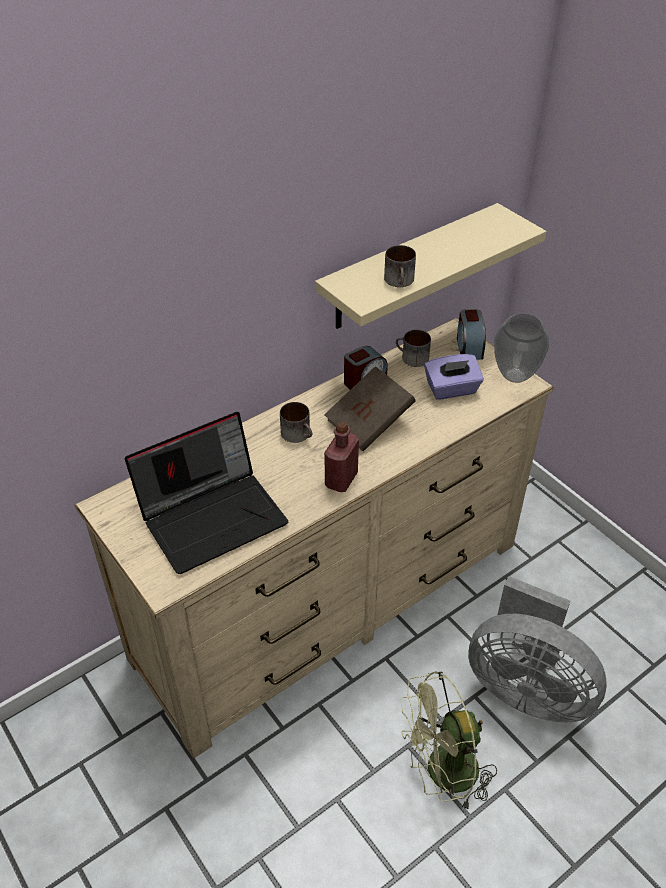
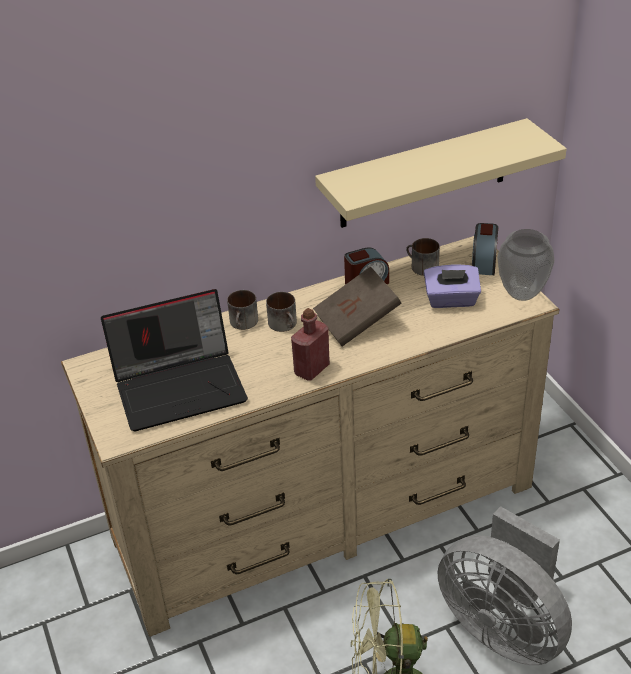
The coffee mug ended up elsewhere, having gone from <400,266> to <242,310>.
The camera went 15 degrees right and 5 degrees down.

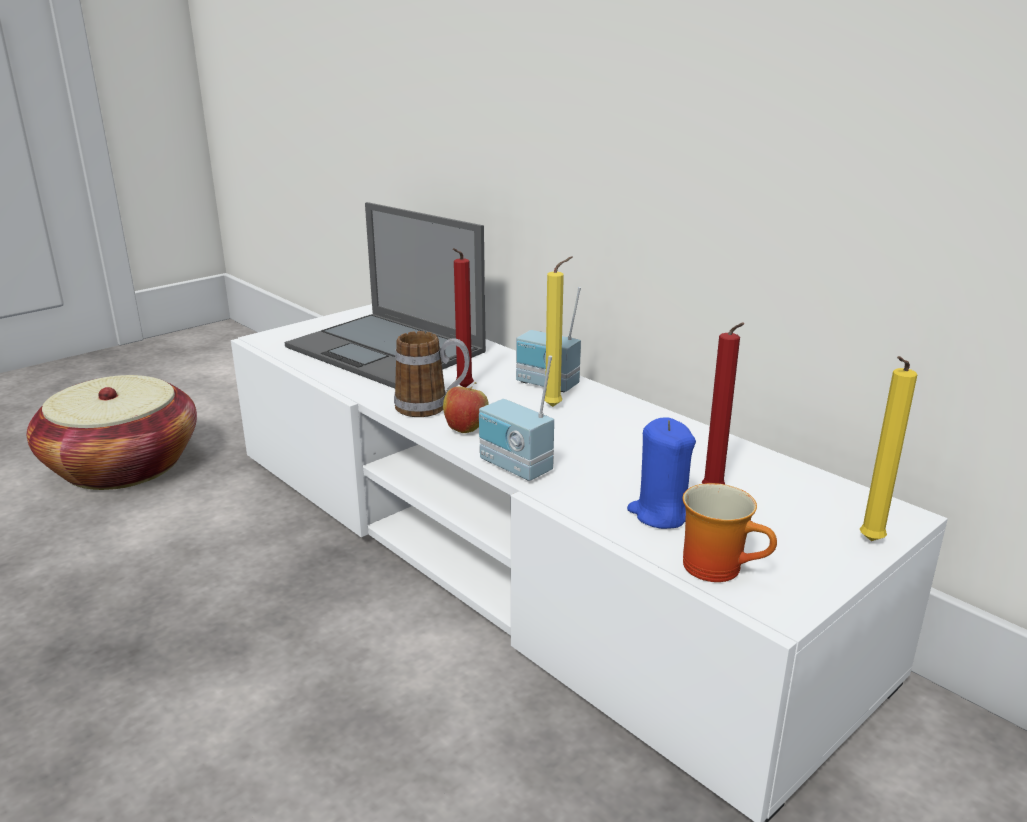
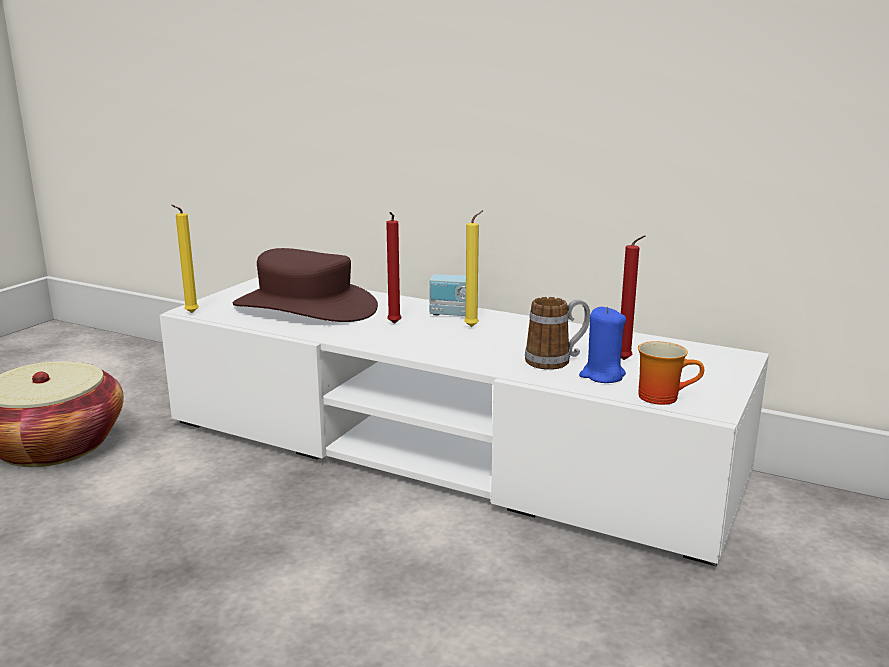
The yellow candle ended up elsewhere, having gone from <888,448> to <185,259>.
Where the laptop stood at <385,295>, the brown-coloured wearable hat came to stand at <305,285>.
The coffee mug ended up elsewhere, having gone from <432,374> to <557,333>.
The second view lost the apple fruit at <465,407>.
The second view lost the radio set at <516,418>.
The camera went 20 degrees left and 5 degrees down.

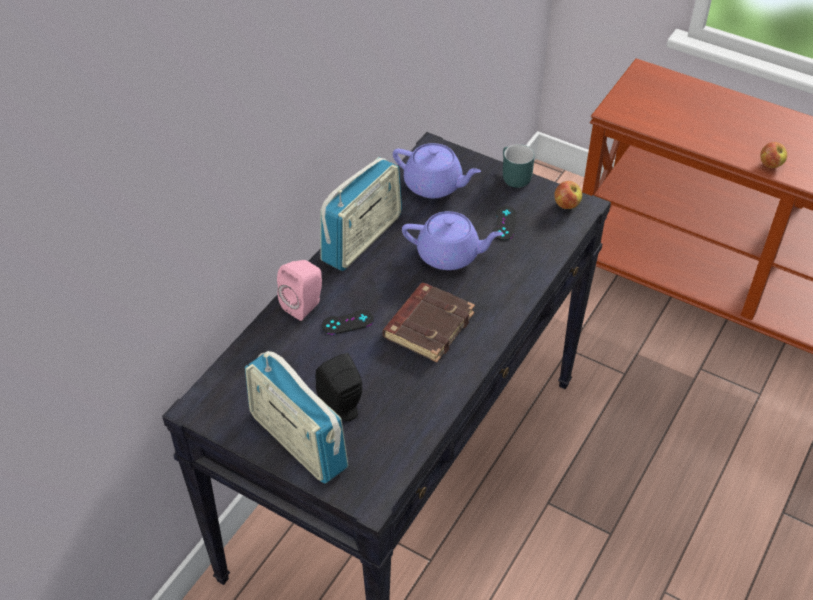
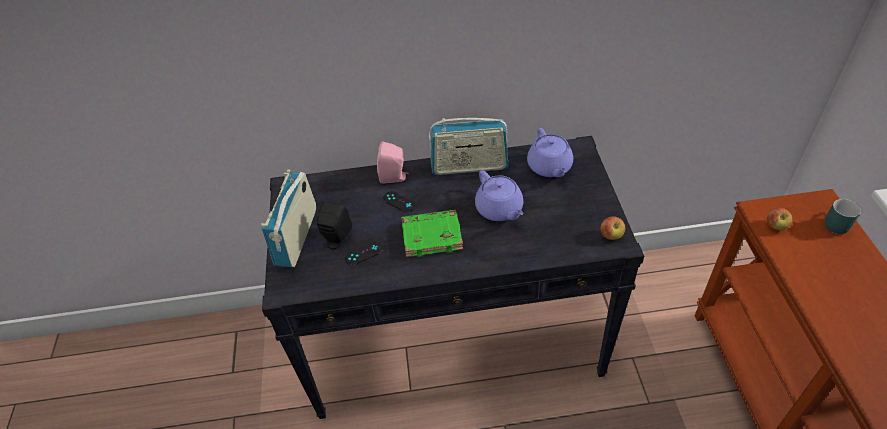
The black gamepad ended up elsewhere, having gone from <505,223> to <364,253>.
What was the brown-coloured book at <429,322> turned into the green-coloured book at <432,233>.
The apple fruit ended up elsewhere, having gone from <773,155> to <779,219>.
The blue-green coffee mug ended up elsewhere, having gone from <519,166> to <843,216>.
The camera went 55 degrees right and 0 degrees up.

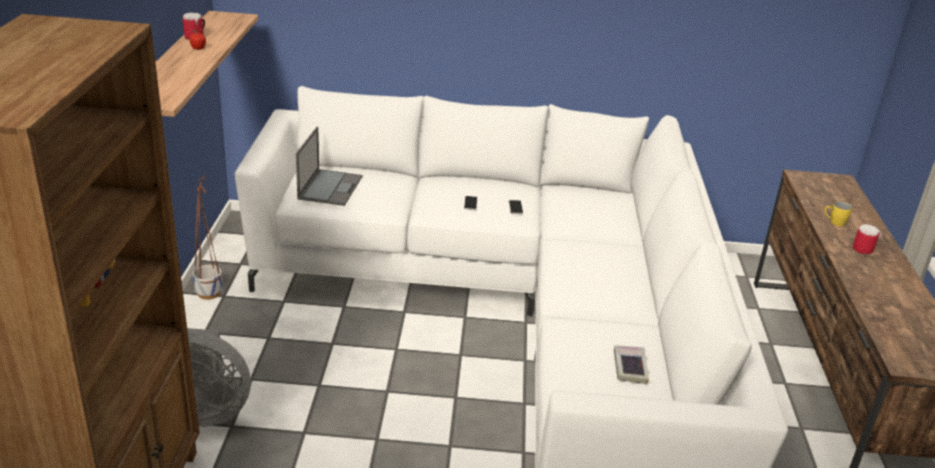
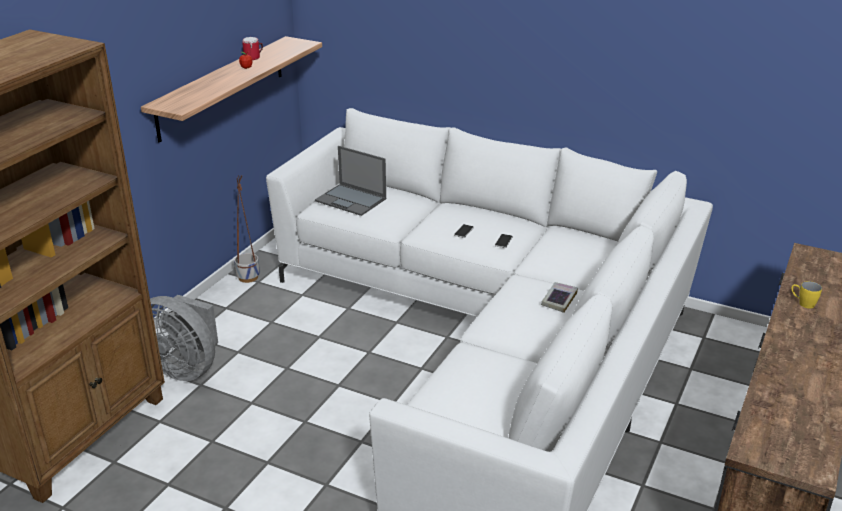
The laptop at <329,166> ended up facing another way, 90 degrees clockwise from before.
The book ended up elsewhere, having gone from <631,364> to <559,297>.
The second view lost the coffee mug at <867,239>.
The camera went 25 degrees right and 0 degrees up.

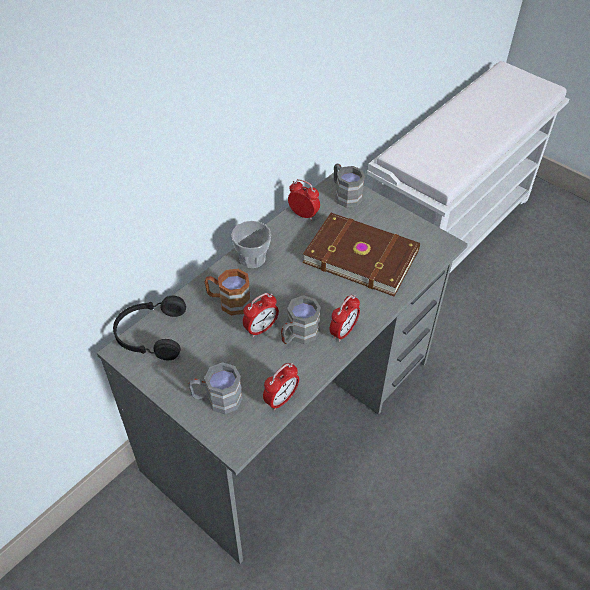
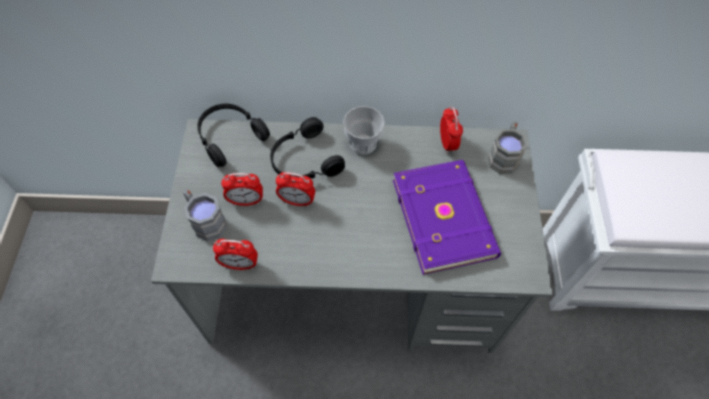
The table clock ended up elsewhere, having gone from <344,318> to <242,189>.
Where the brown-coloured coffee mug stood at <227,292>, the black pair of headphones came to stand at <307,147>.
What was the brown-coloured book at <361,255> turned into the purplish book at <447,217>.
The second view lost the grey coffee mug at <301,319>.
The camera went 50 degrees right and 10 degrees up.

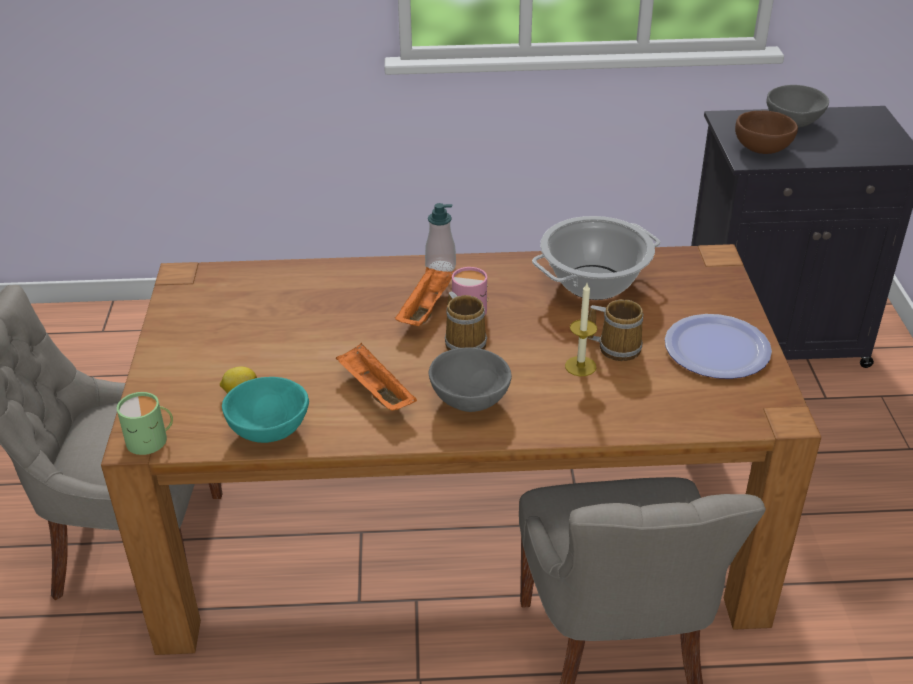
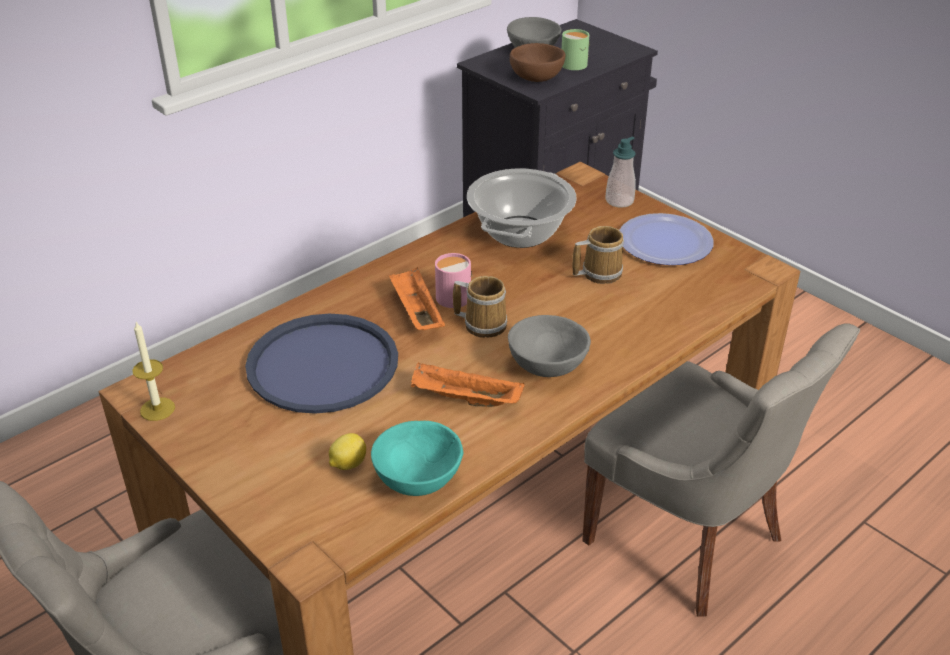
The candle ended up elsewhere, having gone from <581,329> to <153,371>.
The second view gained the bluish tray at <321,364>.
The green-coloured coffee mug ended up elsewhere, having gone from <145,423> to <576,49>.
The soap bottle ended up elsewhere, having gone from <440,237> to <620,172>.
The camera went 40 degrees left and 0 degrees up.

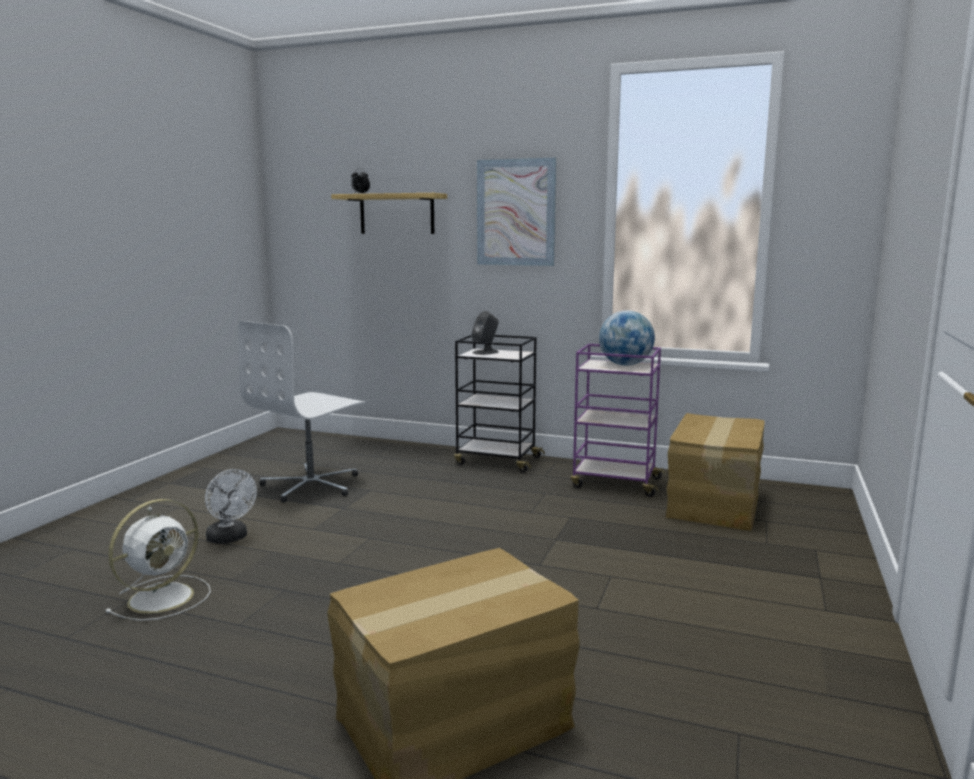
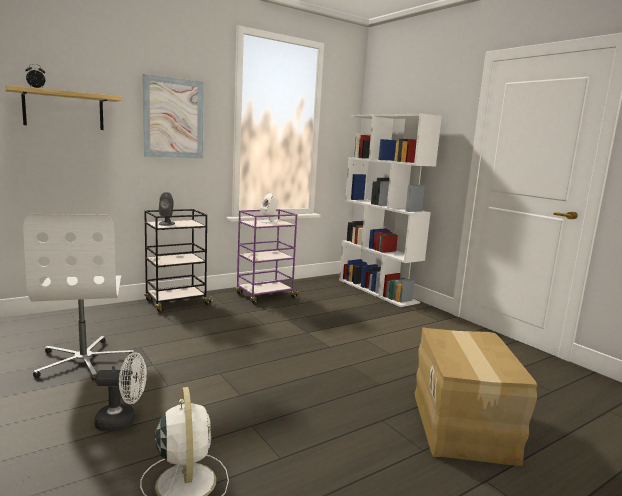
Where the globe stood at <627,338>, the white audio speaker came to stand at <269,208>.
The second view gained the white bookcase at <390,210>.
The second view lost the cardboard box at <715,472>.
The camera went 55 degrees left and 0 degrees up.

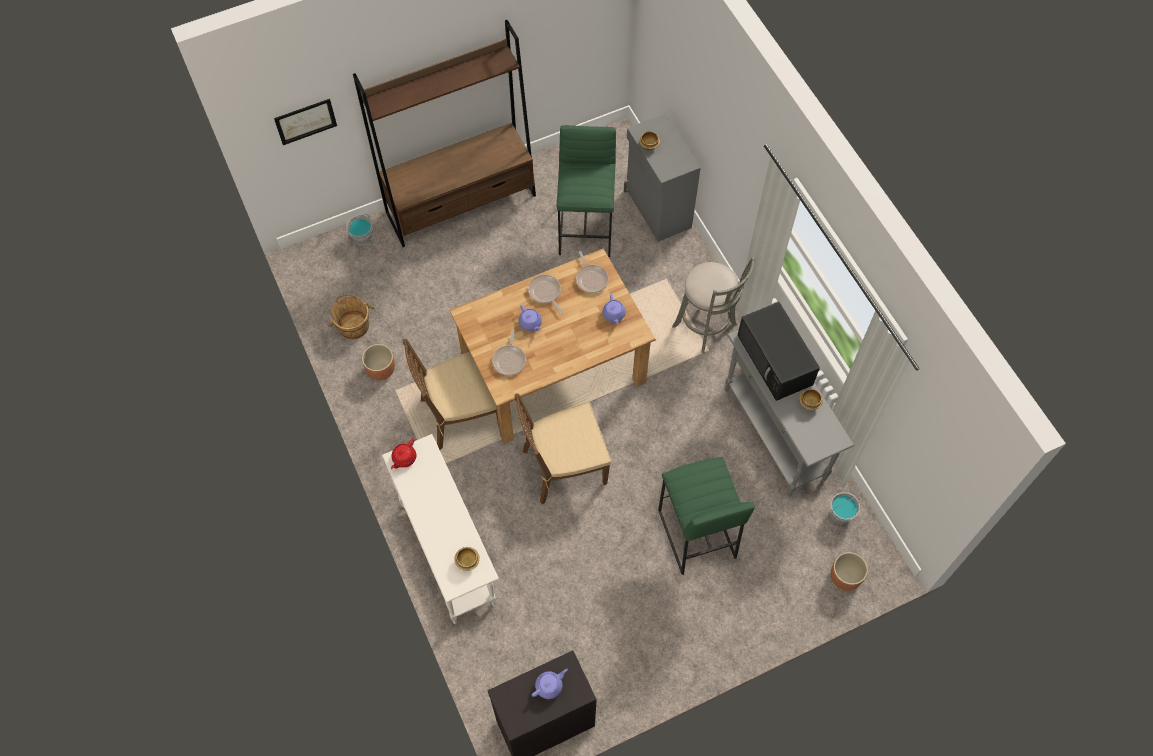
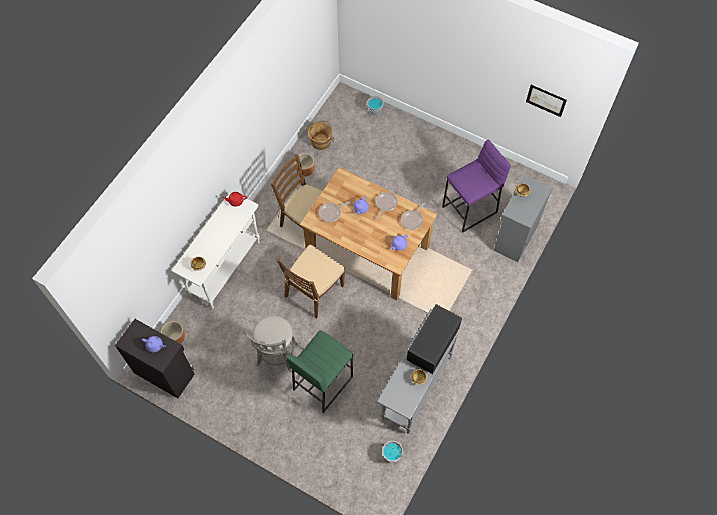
The brown-coloured planter ended up elsewhere, having gone from <849,571> to <173,332>.
The grey sitting stool ended up elsewhere, having gone from <713,305> to <272,344>.
The brown-coloured plain chair at <563,449> ended up facing another way, 90 degrees counterclockwise from before.
What was the green-coloured sitting stool at <586,191> turned into the purplish sitting stool at <476,186>.
The wall art ended up elsewhere, having gone from <305,122> to <546,101>.
The second view lost the brown-coloured bookcase at <444,133>.
The camera went 55 degrees right and 0 degrees up.

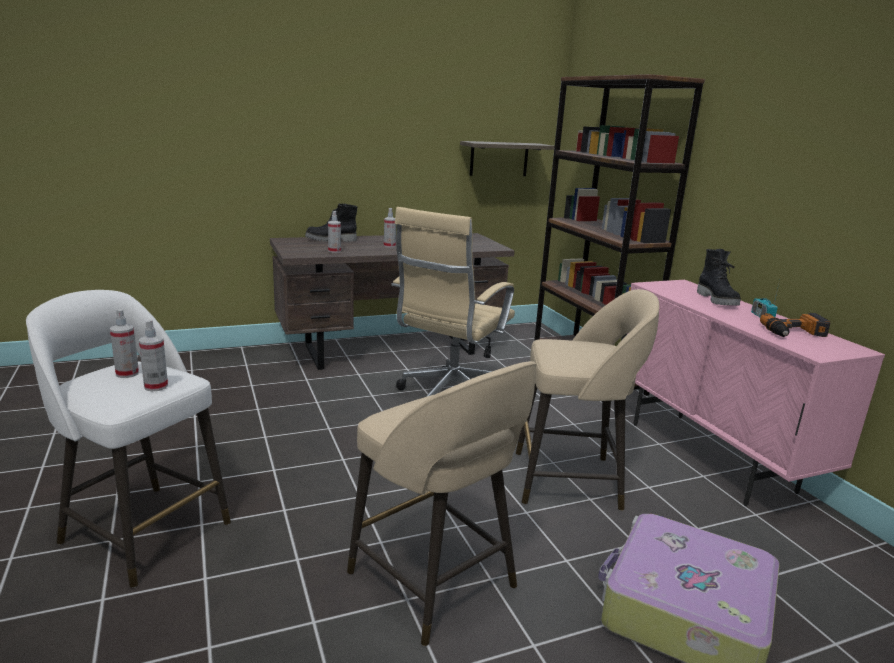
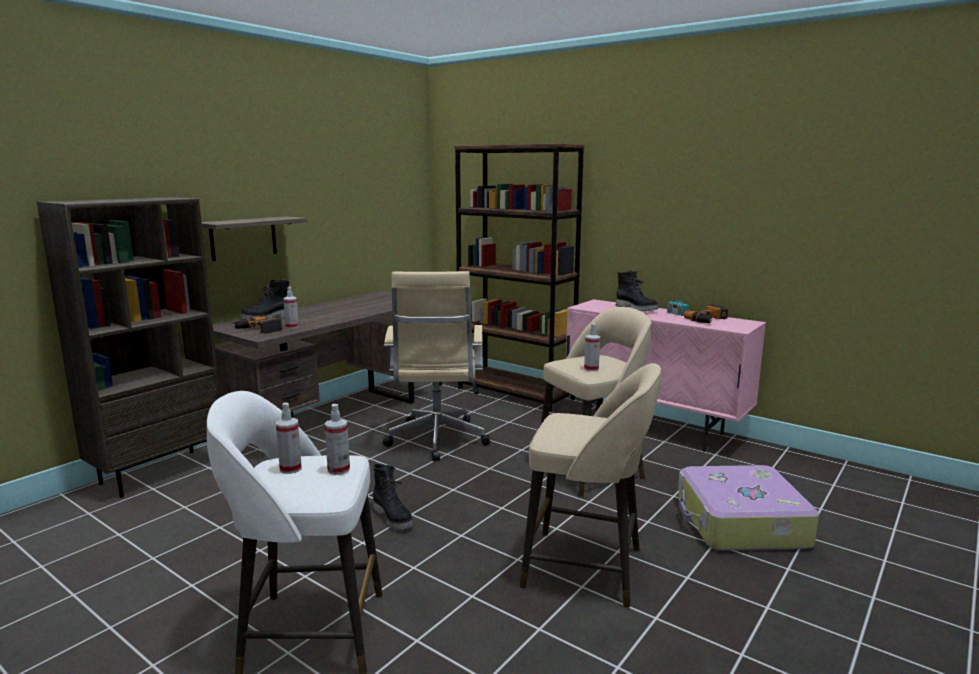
The second view gained the brown-coloured bookcase at <128,347>.
The shelf ended up elsewhere, having gone from <507,158> to <254,238>.
The second view gained the power drill at <257,325>.
The second view gained the black tall boot at <392,497>.
The hand sprayer ended up elsewhere, having gone from <390,228> to <592,347>.
The camera went 30 degrees left and 5 degrees down.

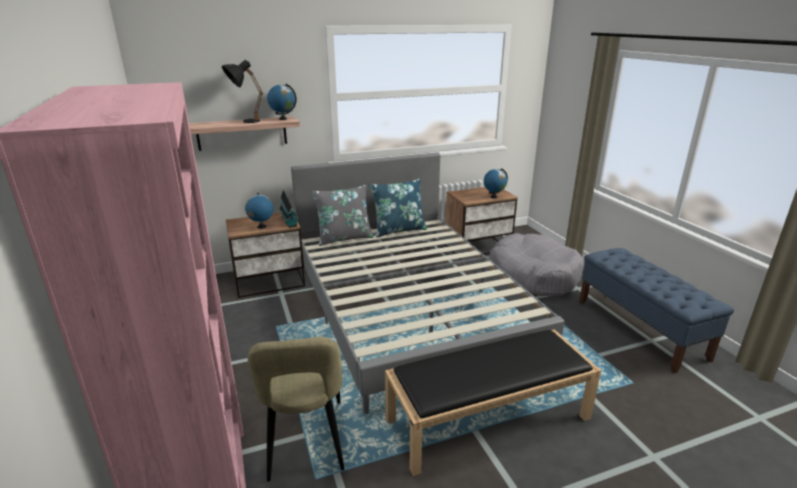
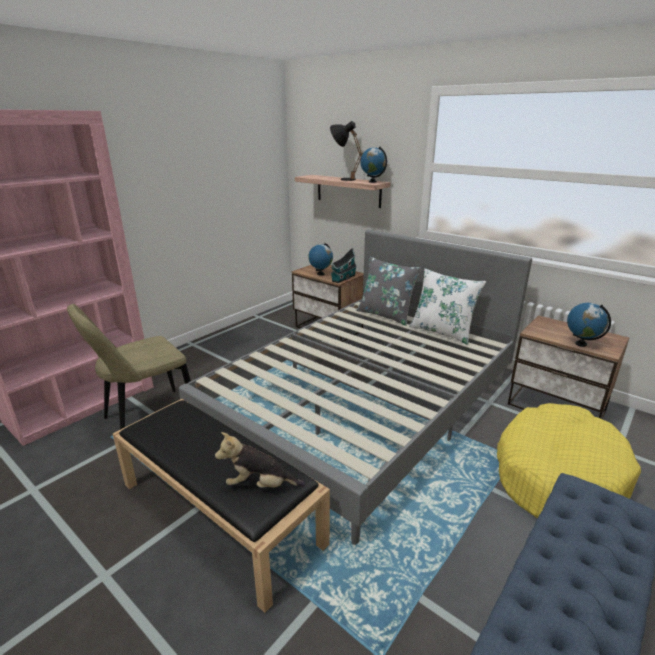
The second view gained the soft toy at <260,460>.
What was the bluish pillow at <398,207> turned into the white pillow at <447,306>.
What was the grey dog bed at <536,264> turned into the yellow dog bed at <569,460>.
The camera went 60 degrees right and 0 degrees up.

